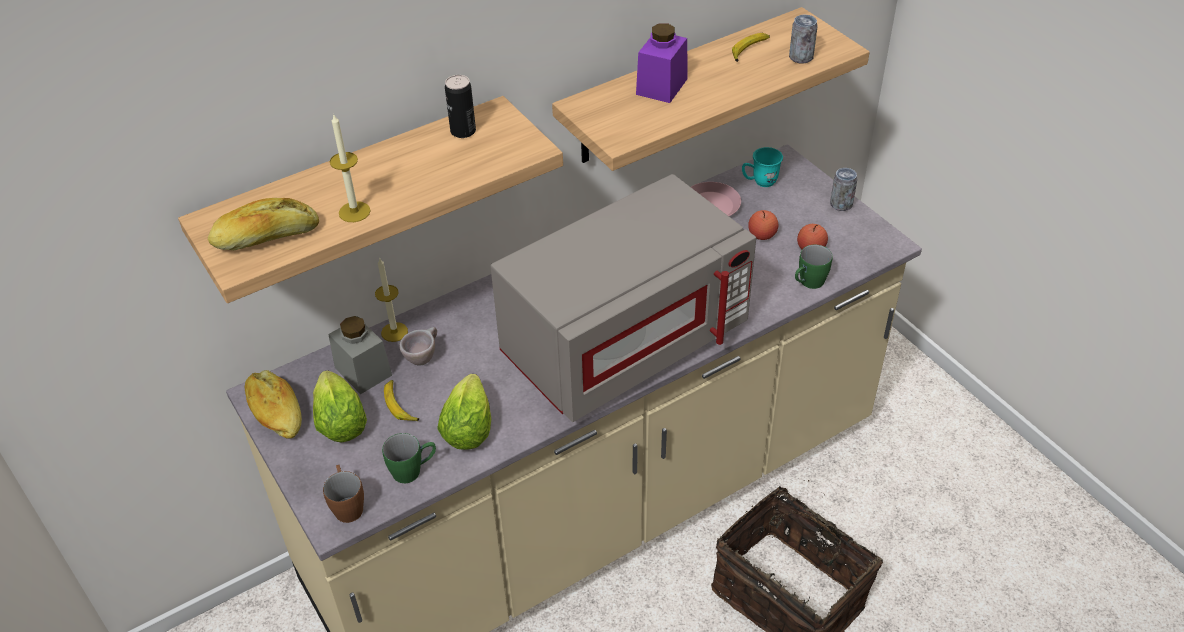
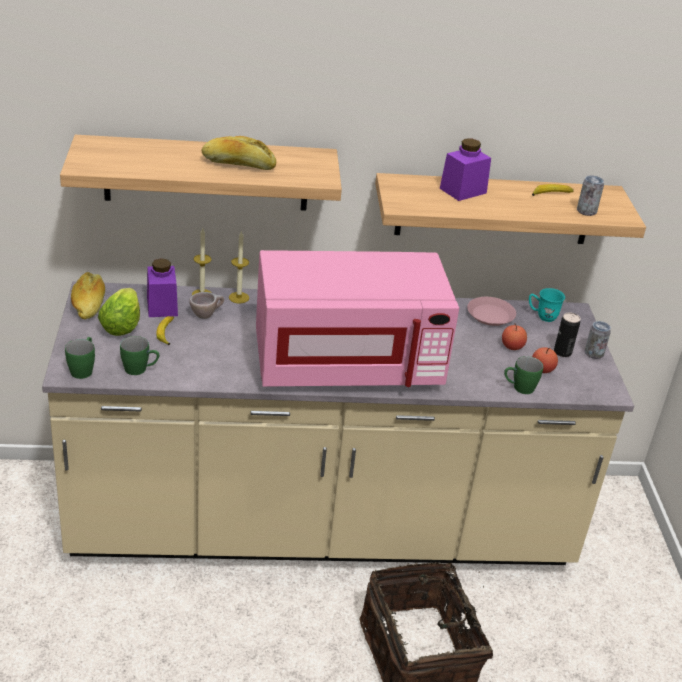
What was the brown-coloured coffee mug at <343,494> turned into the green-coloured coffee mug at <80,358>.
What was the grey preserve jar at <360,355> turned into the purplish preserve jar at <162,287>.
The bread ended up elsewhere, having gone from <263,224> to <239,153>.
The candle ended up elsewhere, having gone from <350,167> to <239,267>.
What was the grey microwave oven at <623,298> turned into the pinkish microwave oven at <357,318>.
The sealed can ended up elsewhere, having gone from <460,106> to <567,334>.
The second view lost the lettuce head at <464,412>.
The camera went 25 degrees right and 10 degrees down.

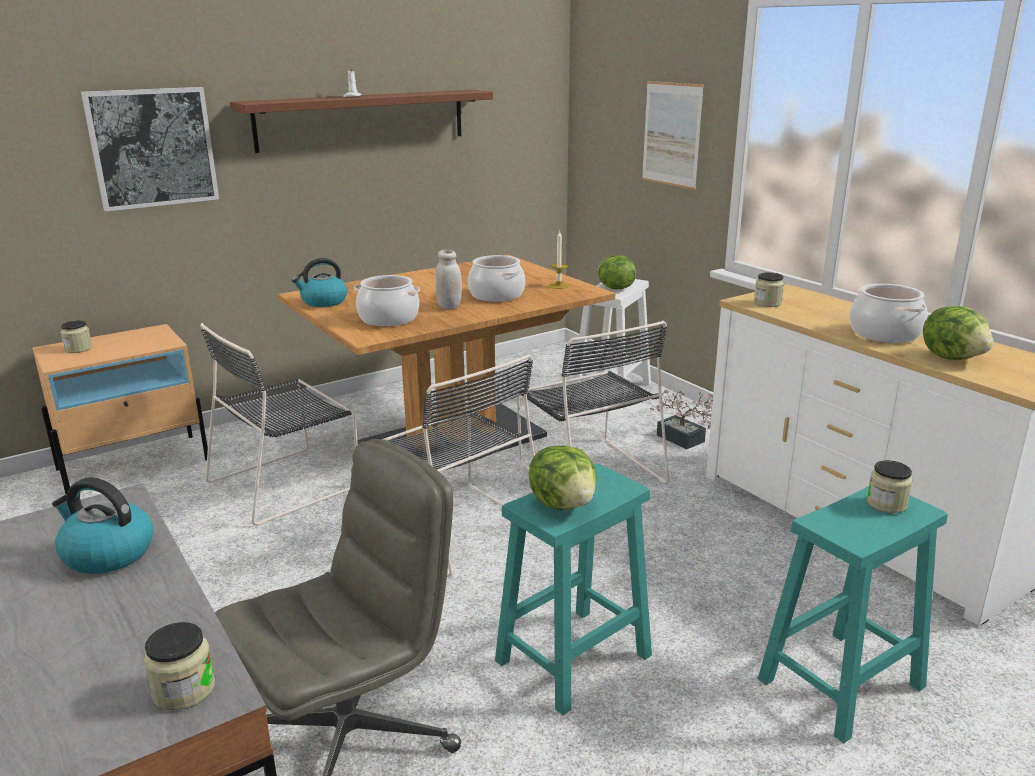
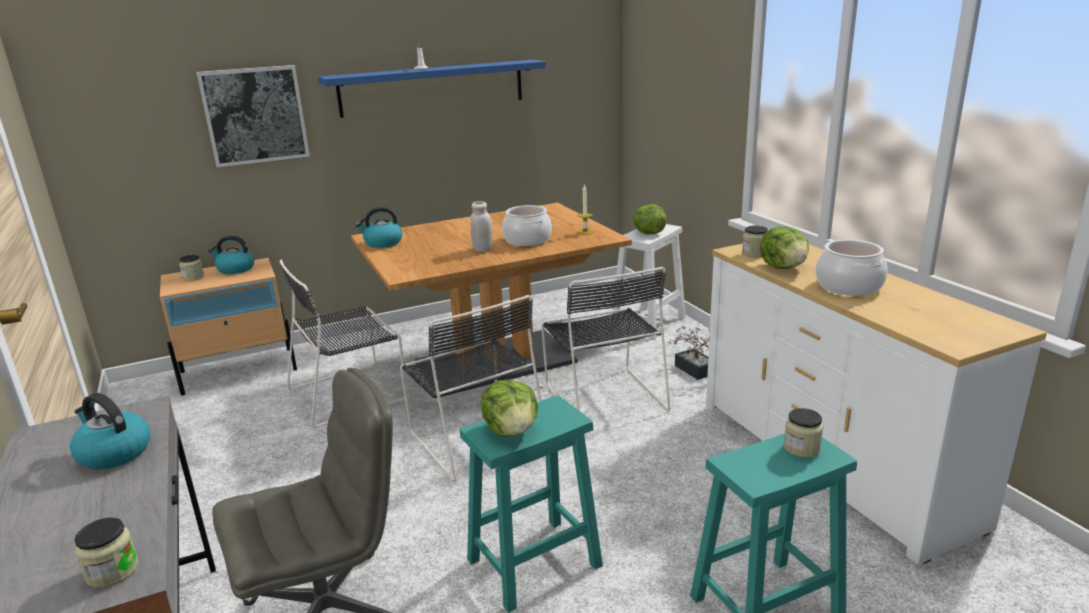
The second view gained the tea kettle at <231,255>.
What was the brown-coloured shelf at <361,121> turned into the bluish shelf at <432,89>.
The lettuce head ended up elsewhere, having gone from <958,333> to <784,247>.
The second view lost the stockpot at <387,300>.
The second view lost the wall art at <673,135>.
The camera went 10 degrees right and 0 degrees up.

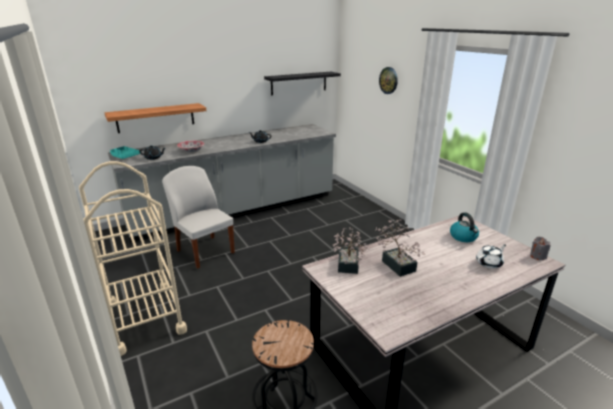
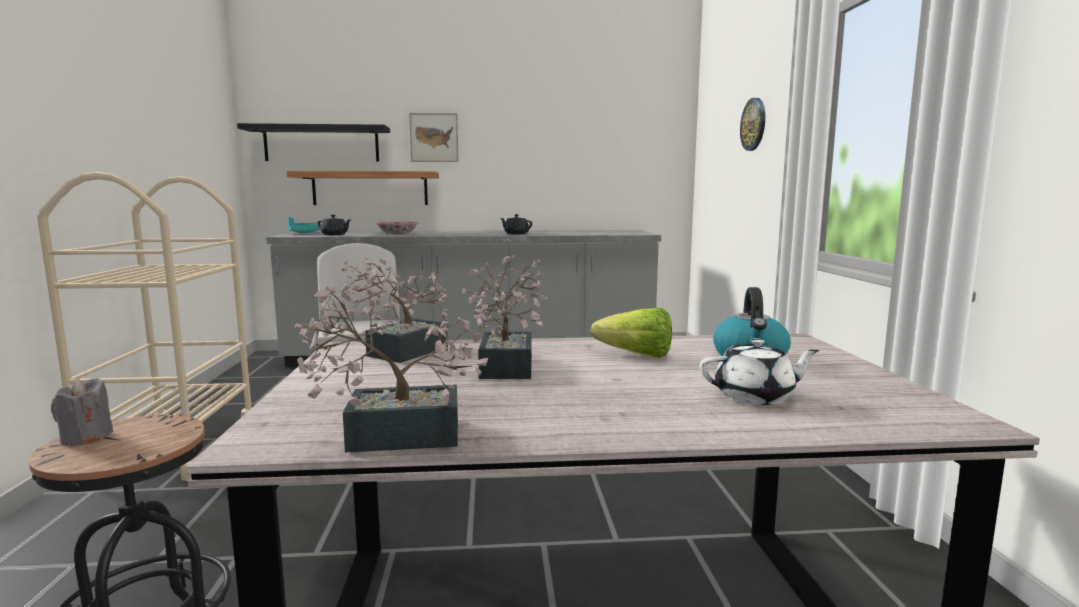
The grey candle ended up elsewhere, having gone from <540,248> to <82,412>.
The black shelf ended up elsewhere, having gone from <302,83> to <313,142>.
The second view gained the plant in a pot at <391,369>.
The second view gained the wall art at <434,137>.
The second view gained the lettuce head at <631,333>.
The camera went 25 degrees right and 15 degrees down.

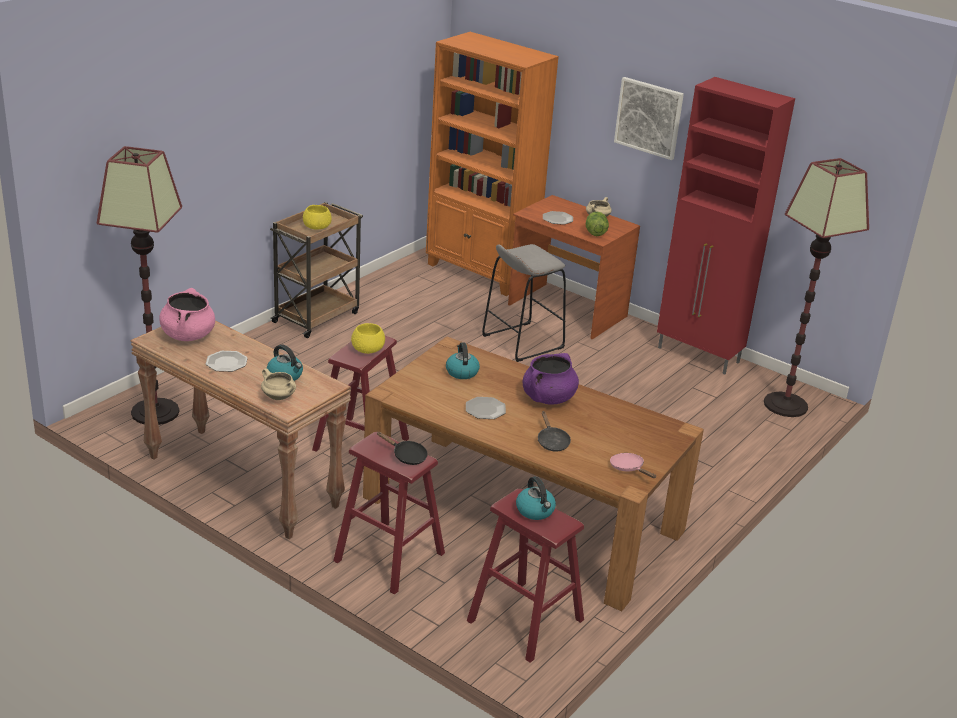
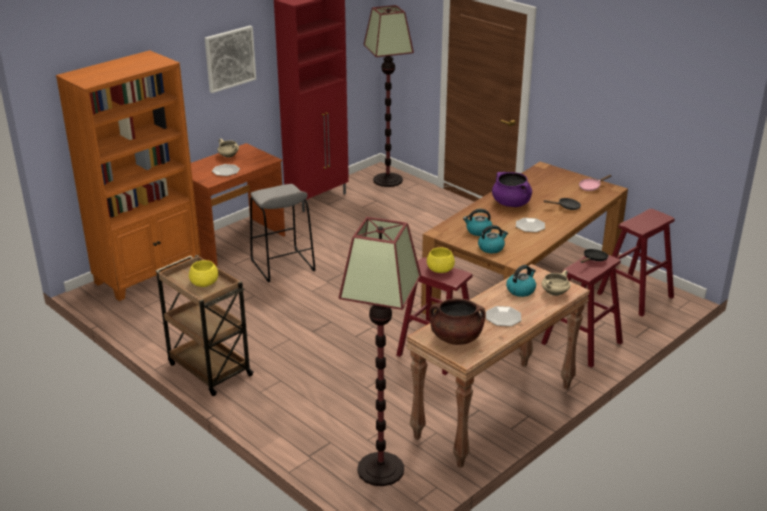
What was the pinkish stockpot at <187,314> turned into the brown-coloured stockpot at <457,321>.
The tea kettle ended up elsewhere, having gone from <536,498> to <493,239>.
The second view lost the lettuce head at <597,224>.
The camera went 80 degrees left and 0 degrees up.

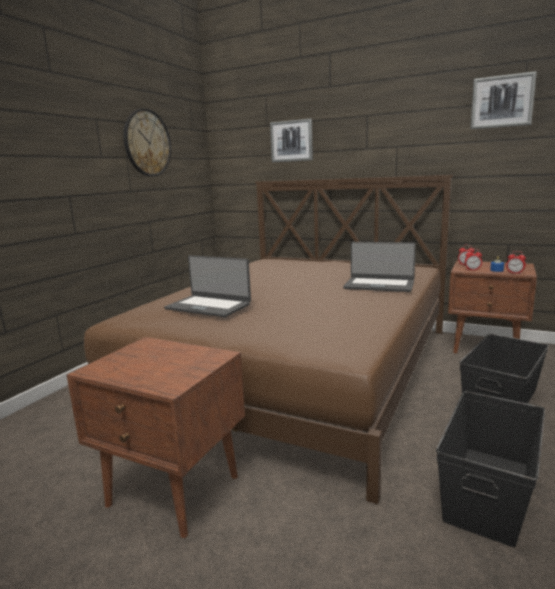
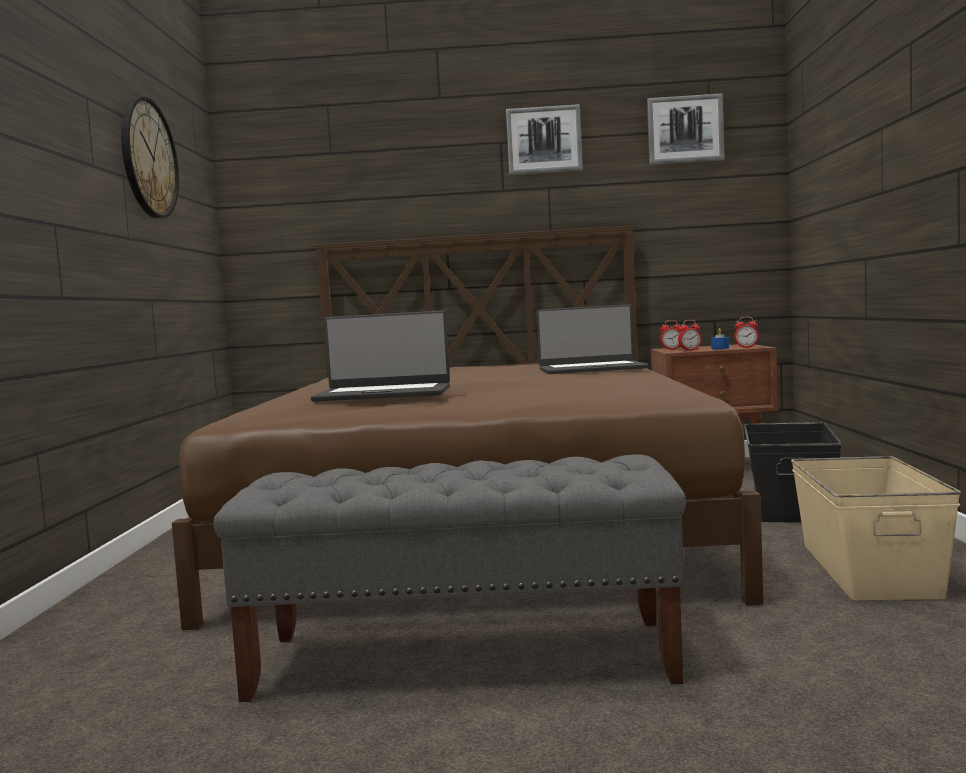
Where the brown-coloured nightstand stood at <156,437>, the grey indoor bench came to stand at <449,578>.
The wall art ended up elsewhere, having gone from <291,140> to <544,139>.
What was the black storage container at <490,469> turned into the beige-coloured storage container at <876,528>.
The camera went 25 degrees left and 10 degrees down.

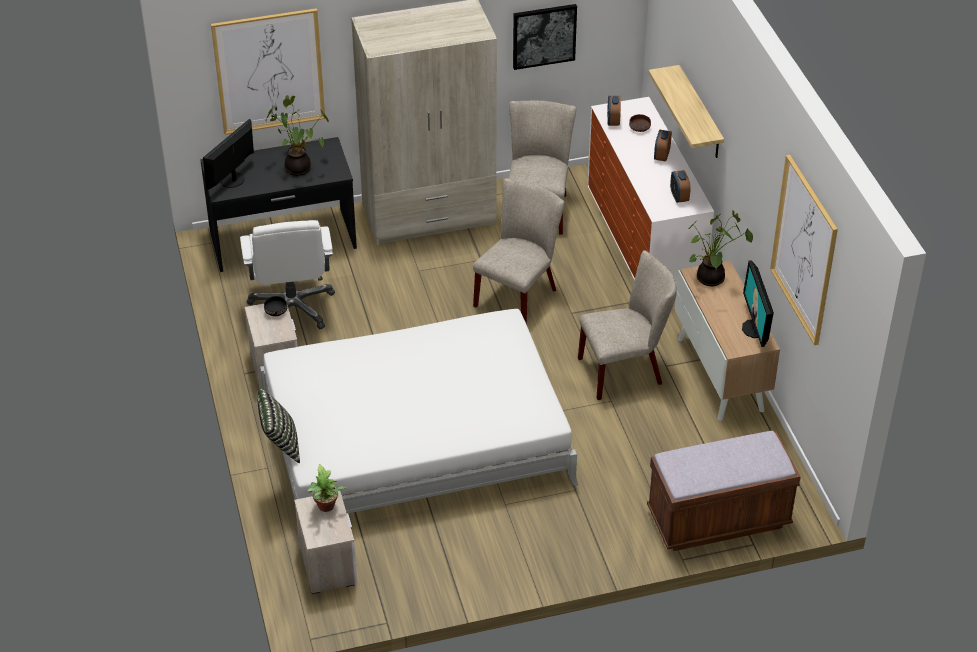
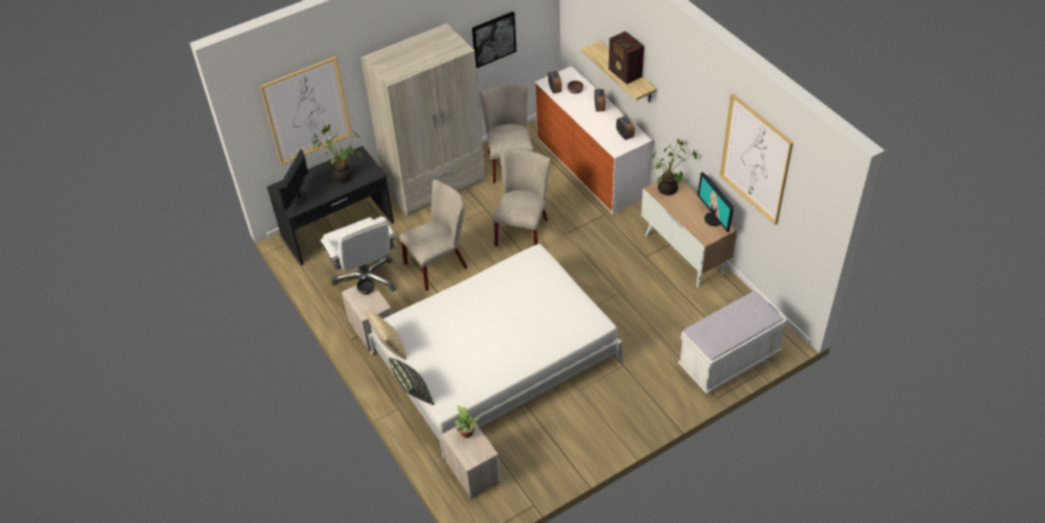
The second view gained the pillow at <385,334>.
The beige-coloured plain chair ended up elsewhere, having gone from <627,325> to <433,235>.
The second view gained the radio set at <626,57>.
What was the brown-coloured indoor bench at <724,491> turned into the white indoor bench at <733,342>.
The camera went 15 degrees left and 5 degrees up.

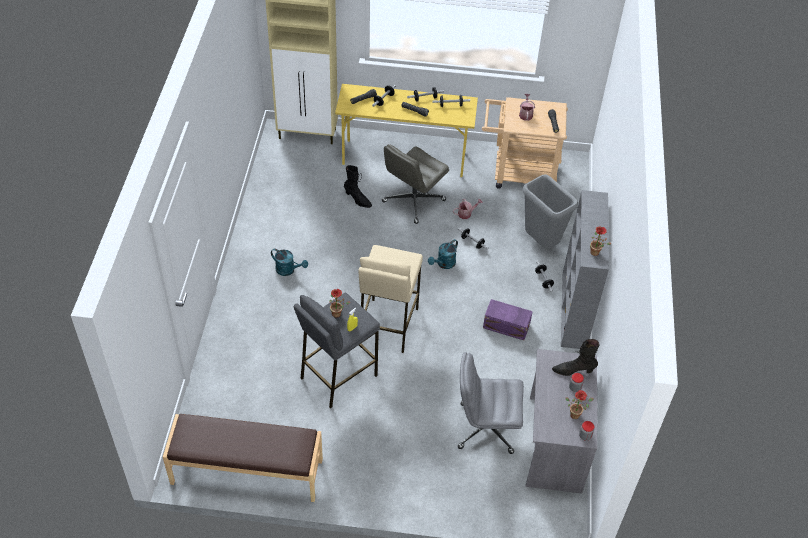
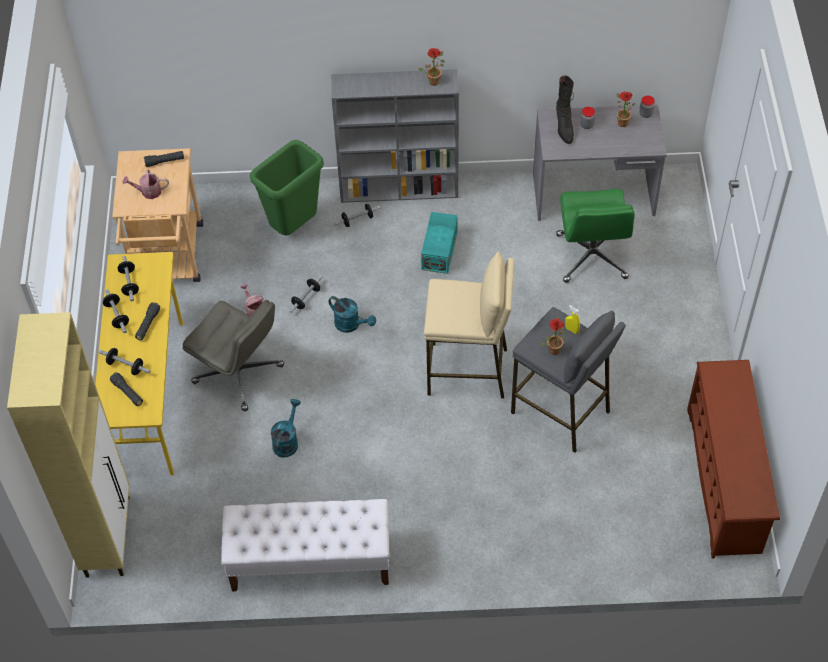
The second view gained the white indoor bench at <305,545>.
What was the grey trash can at <550,212> turned into the green-coloured trash can at <287,187>.
The blue-green watering pot ended up elsewhere, having gone from <289,262> to <286,428>.
What was the purplish storage container at <508,319> turned into the blue-green storage container at <439,243>.
What was the grey desk chair at <491,403> turned into the green-coloured desk chair at <595,236>.
Where the brown-coloured indoor bench stood at <243,458>, the brown-coloured shoe rack came to stand at <733,459>.
The second view lost the black tall boot at <358,186>.
The camera went 95 degrees left and 5 degrees up.

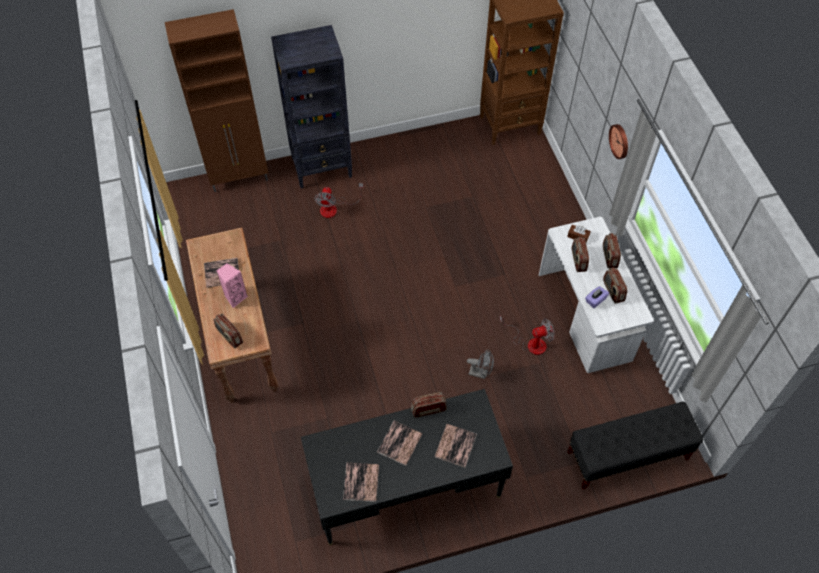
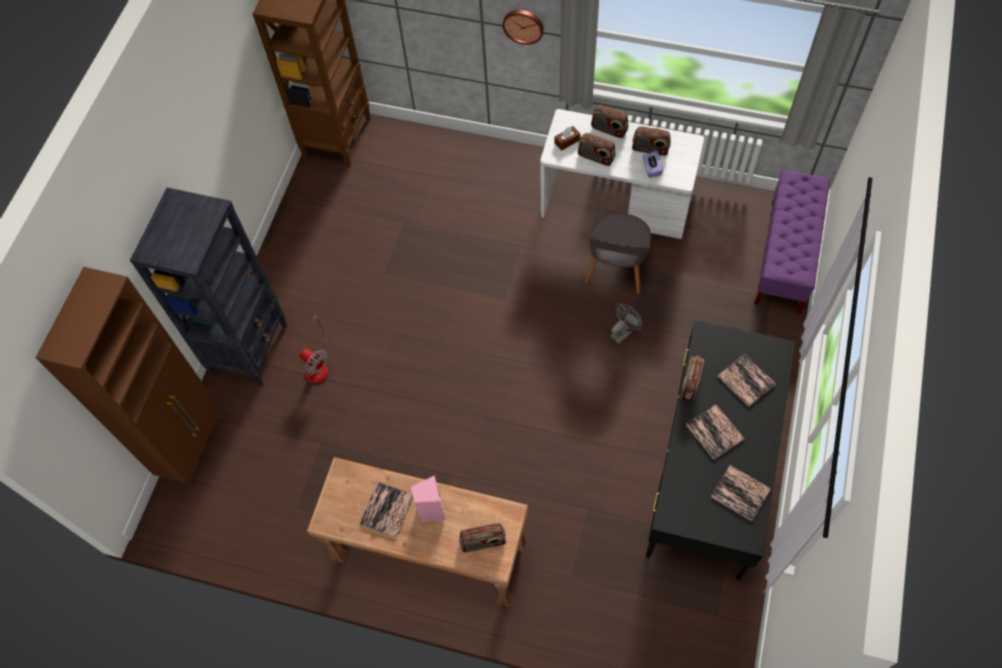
Where the electric fan stood at <527,335>, the grey plain chair came to stand at <617,254>.
What was the black indoor bench at <635,445> turned into the purplish indoor bench at <792,242>.
The camera went 55 degrees left and 5 degrees up.

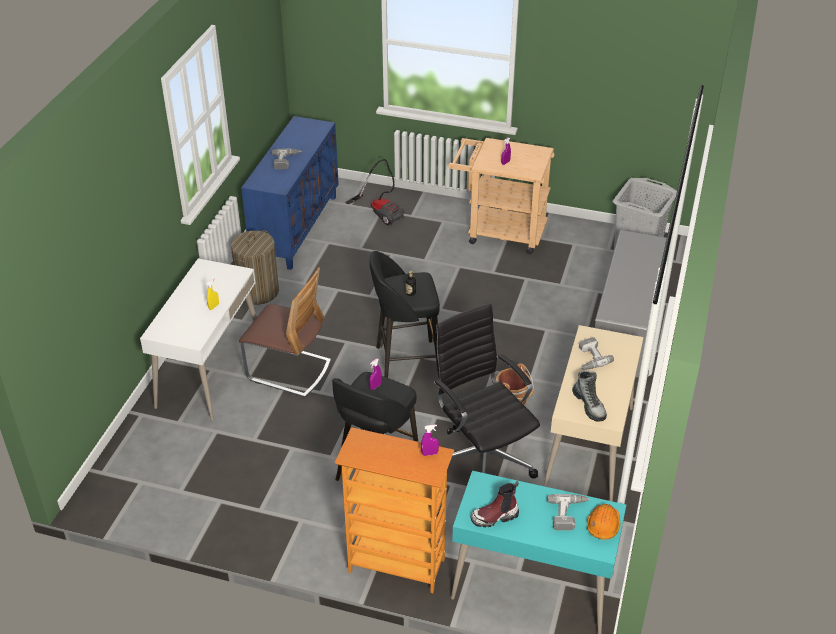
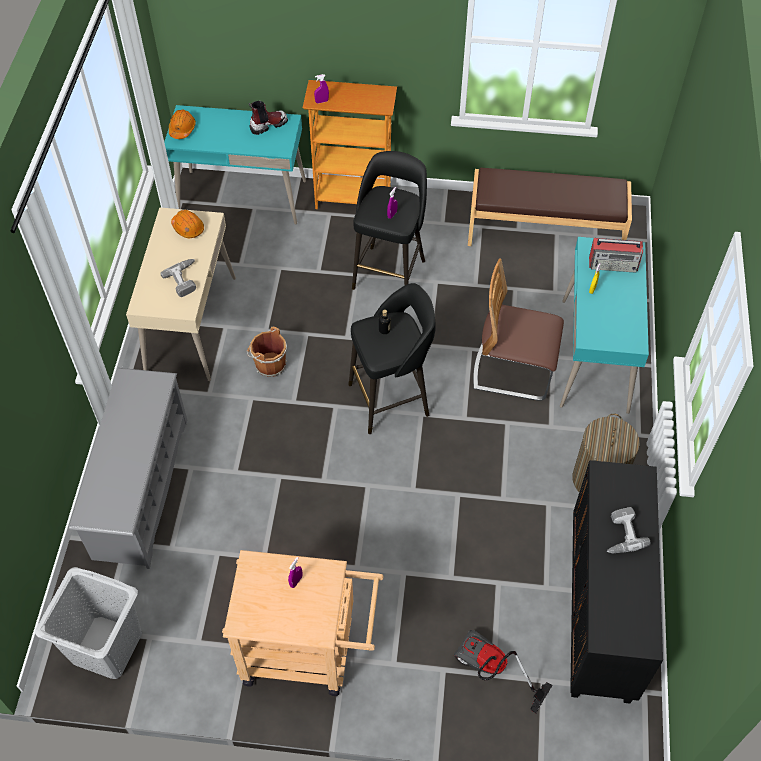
Where the tall boot stood at <589,396>, the orange-coloured hard hat came to stand at <187,224>.
The second view gained the brown-coloured indoor bench at <550,207>.
What was the white desk unit at <198,340> turned into the blue-green desk unit at <604,325>.
What was the bluish cabinet at <290,193> turned into the black cabinet at <616,581>.
The second view gained the radio set at <616,255>.
The second view lost the black desk chair at <487,391>.
The second view lost the power drill at <568,512>.
The camera went 170 degrees right and 15 degrees up.

